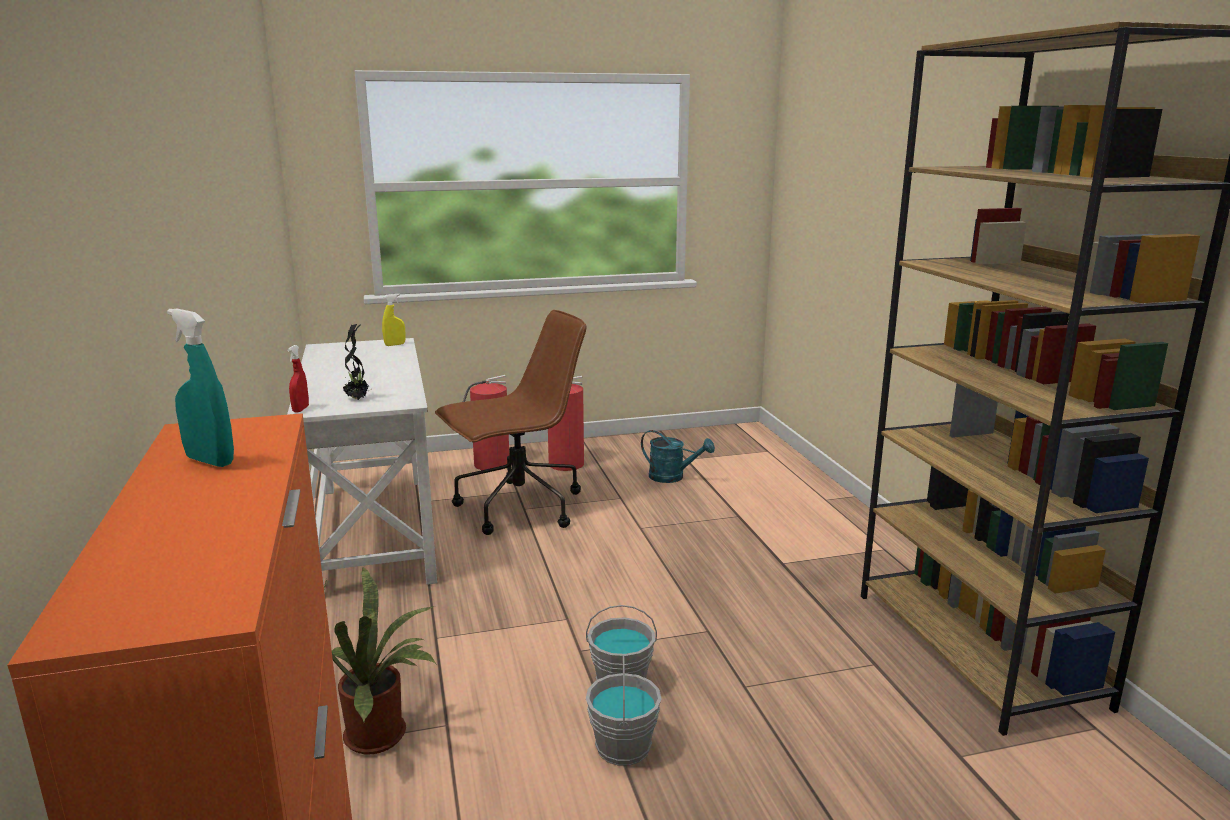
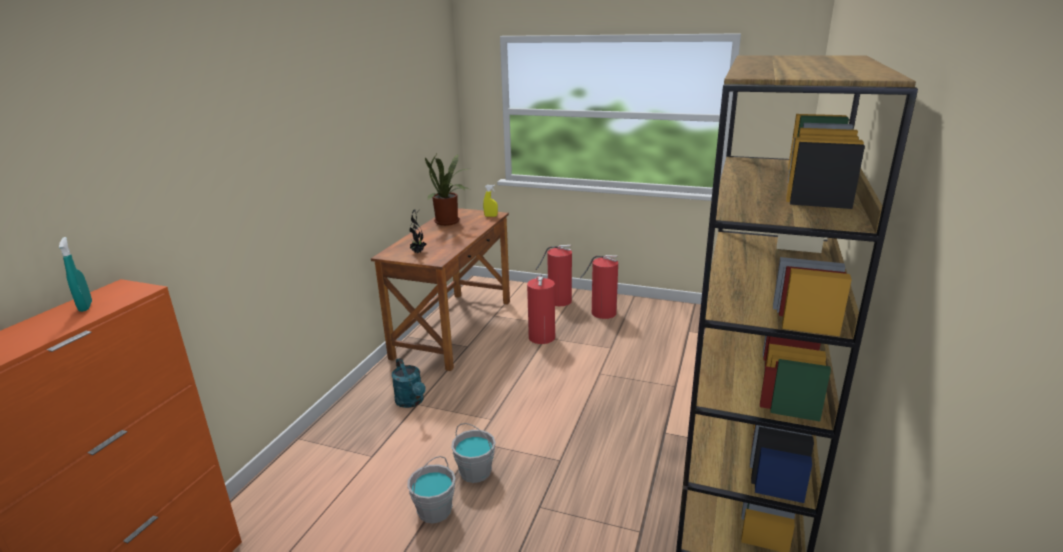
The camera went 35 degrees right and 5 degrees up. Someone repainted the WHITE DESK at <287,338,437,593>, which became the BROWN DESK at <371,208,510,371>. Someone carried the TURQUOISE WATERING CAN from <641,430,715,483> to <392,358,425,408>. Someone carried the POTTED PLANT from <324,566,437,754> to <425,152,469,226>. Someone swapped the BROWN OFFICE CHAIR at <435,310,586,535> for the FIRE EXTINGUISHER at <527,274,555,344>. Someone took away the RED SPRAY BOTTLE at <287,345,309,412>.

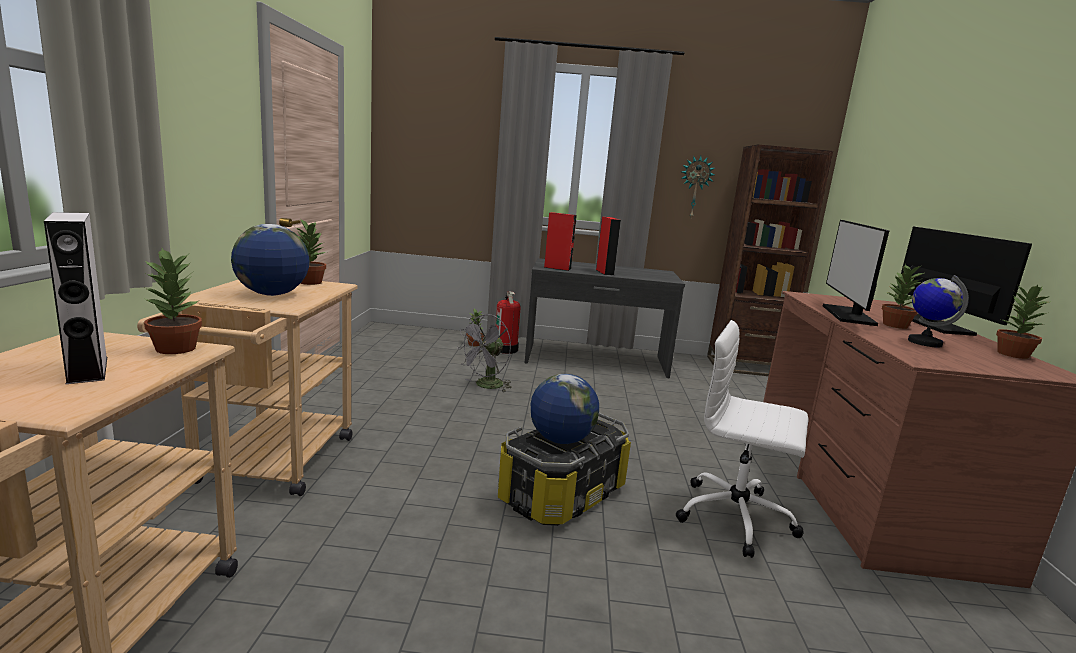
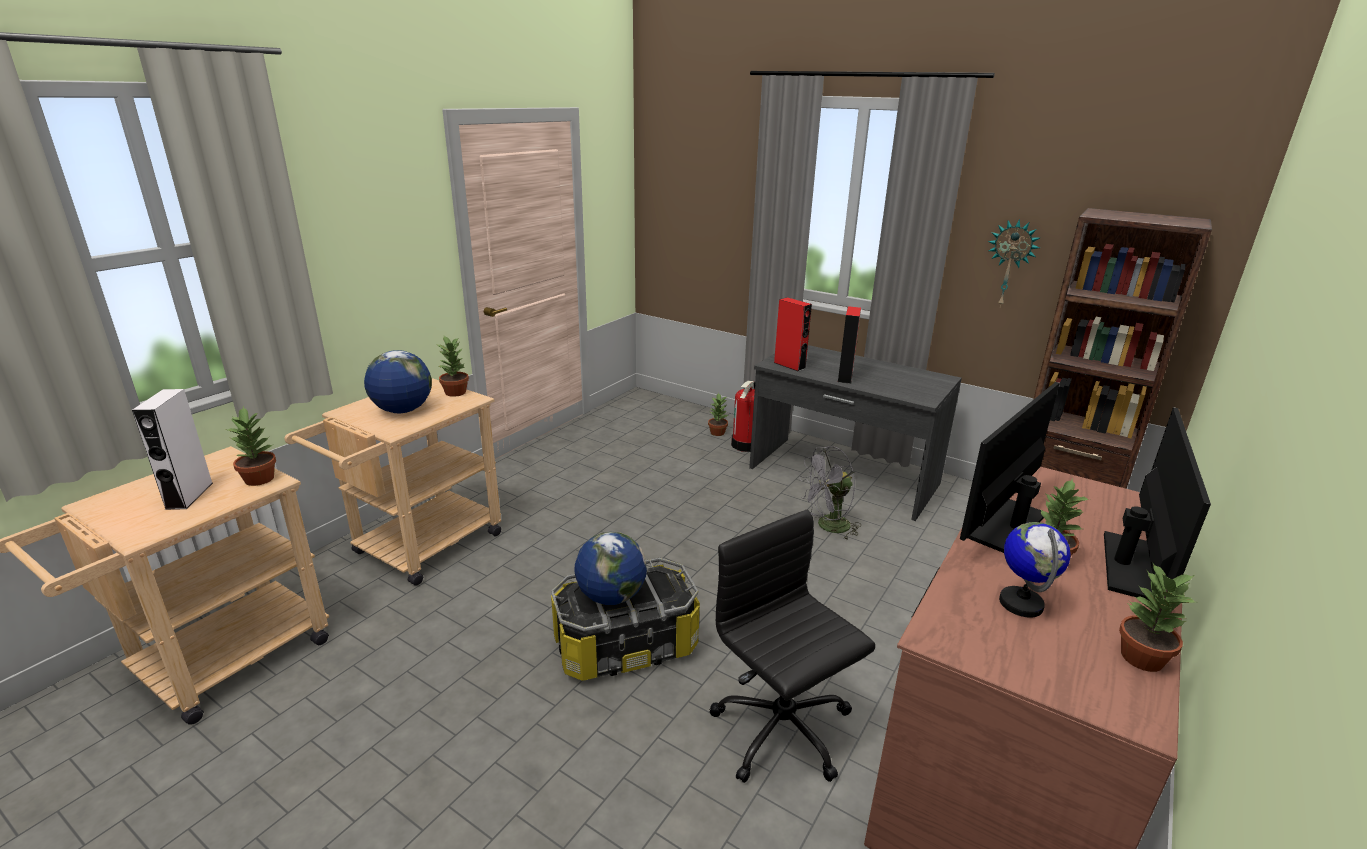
The camera went 30 degrees right and 10 degrees up. Someone repainted the WHITE OFFICE CHAIR at <676,320,809,558>, which became the BLACK OFFICE CHAIR at <709,510,875,783>. Someone carried the GREY FAN from <457,314,512,392> to <800,446,861,540>.

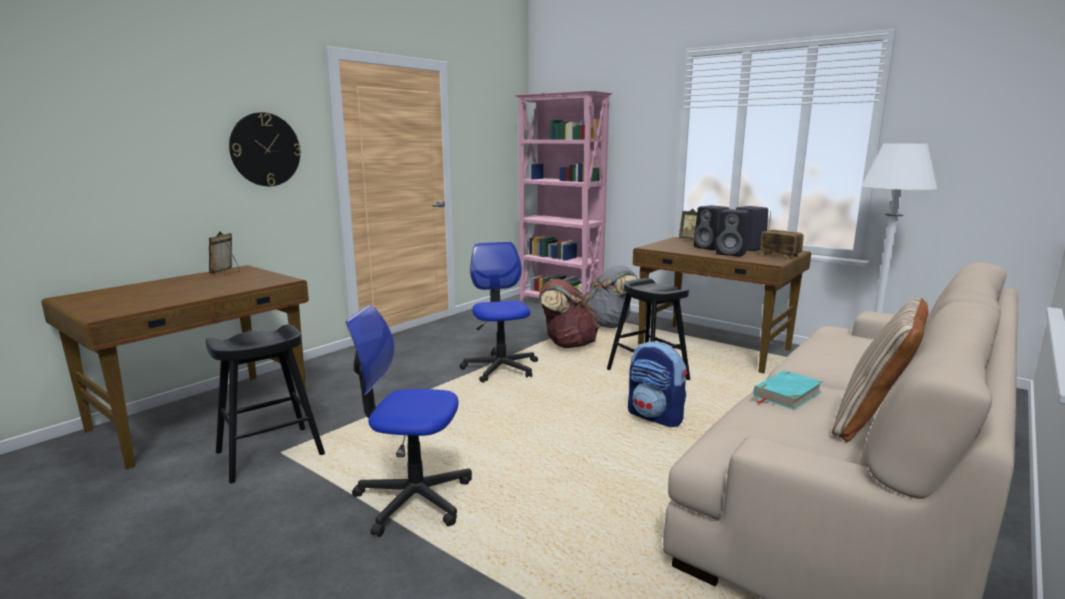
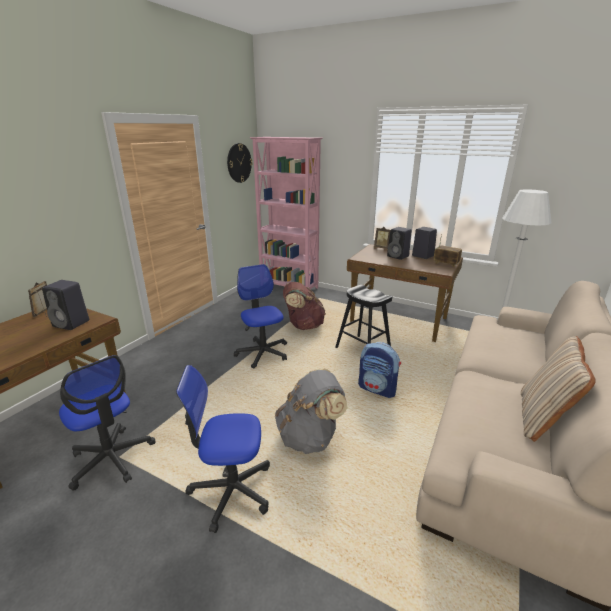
The camera went 10 degrees left and 10 degrees up. Someone carried the BLACK SPEAKER from <716,209,749,257> to <42,280,89,330>. Someone swapped the BLACK STOOL at <206,324,325,484> for the OFFICE CHAIR at <59,355,156,491>. Someone carried the WALL CLOCK from <229,112,301,186> to <227,143,252,183>. Someone carried the GREY BACKPACK from <581,265,638,328> to <275,369,347,454>. Someone took away the TURQUOISE BOOK at <753,370,823,410>.

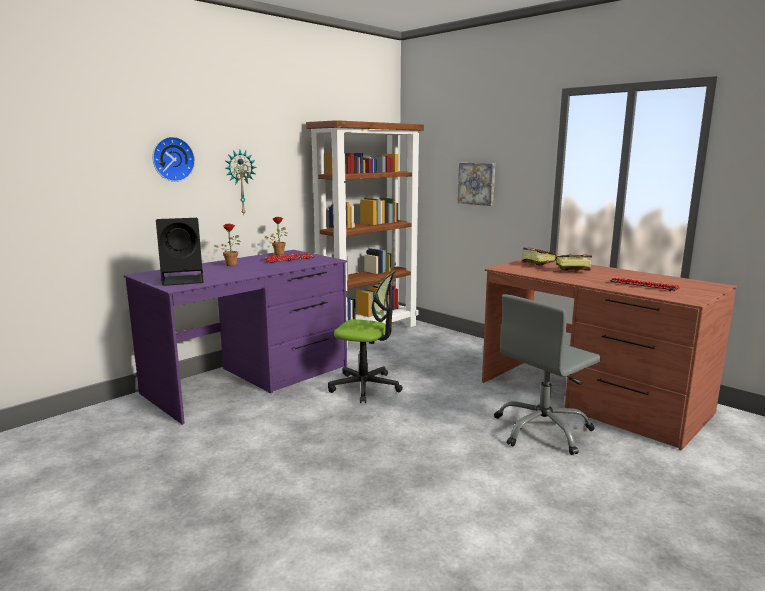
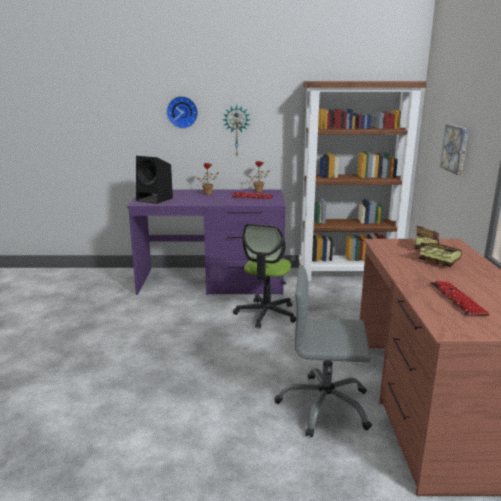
The camera went 45 degrees right and 5 degrees up. Someone rotated the OFFICE CHAIR at <328,271,403,403> by 45 degrees clockwise.

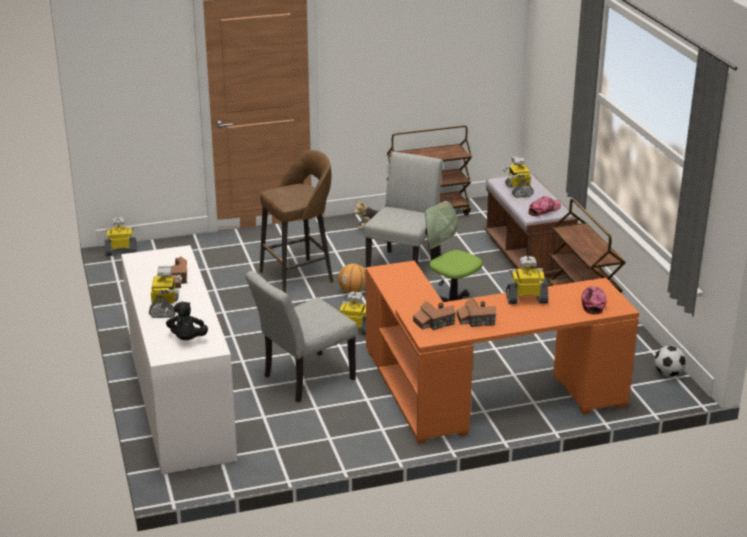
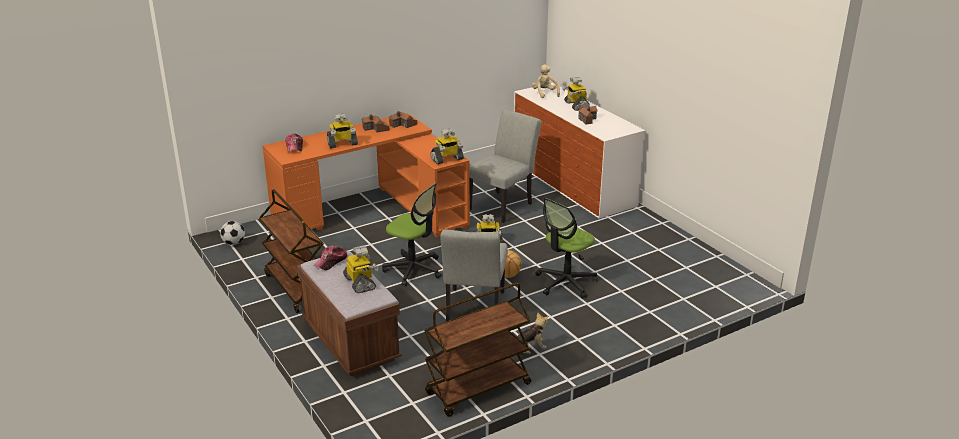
The camera went 165 degrees right and 0 degrees up. Someone carried the TOY ROBOT from <104,217,137,256> to <430,128,464,164>. Someone repainted the BLACK PLUSH TOY at <166,302,208,340>, which became the BEIGE PLUSH TOY at <532,64,560,98>. Someone swapped the BROWN STOOL at <259,150,334,293> for the OFFICE CHAIR at <536,198,598,299>.

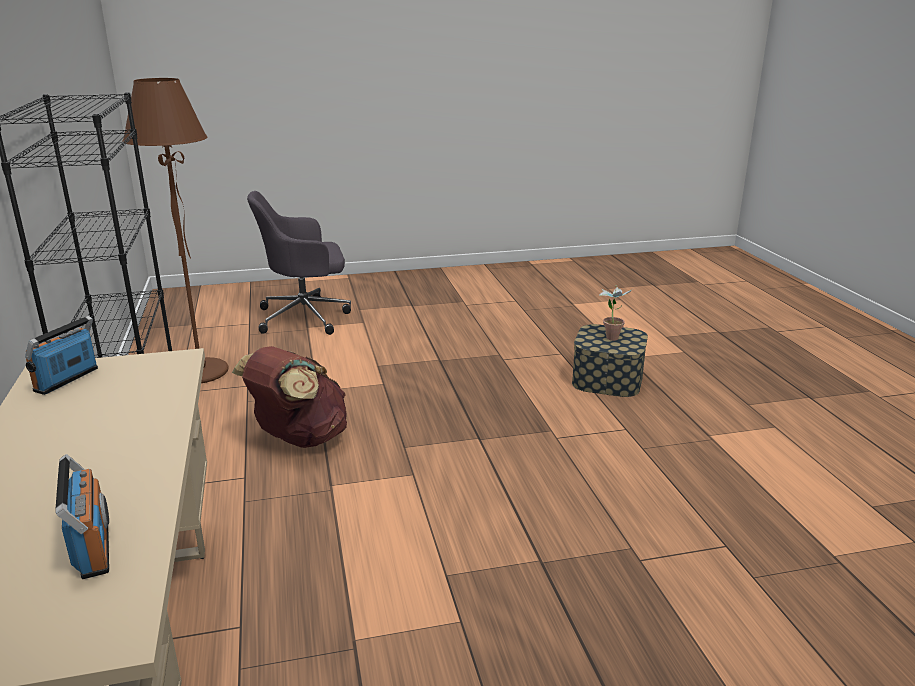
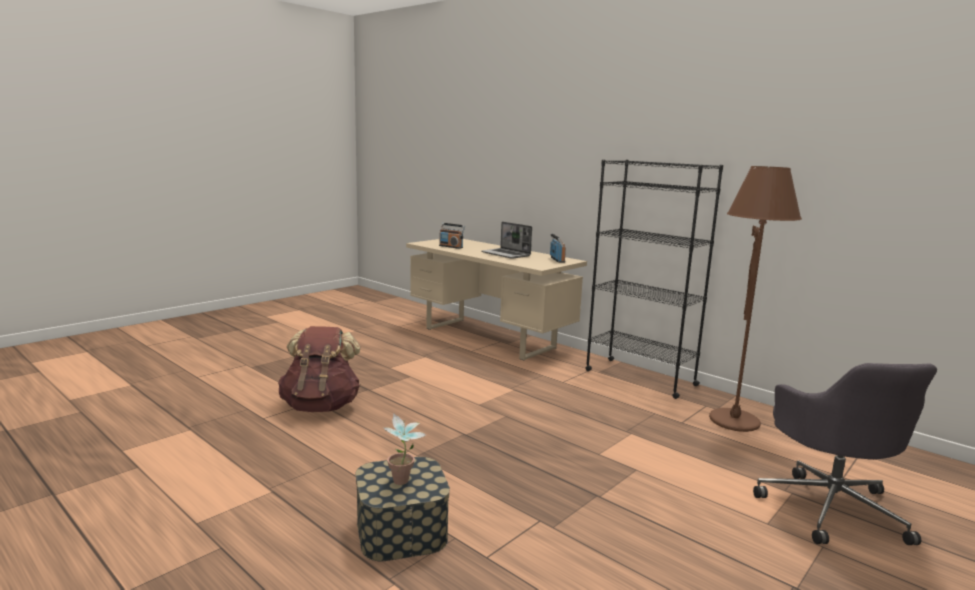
The camera went 145 degrees right and 10 degrees down. Someone carried the BROWN BACKPACK from <232,346,347,448> to <278,326,361,412>. Someone put down the LAPTOP at <482,222,532,259>. Someone rotated the GREY OFFICE CHAIR at <247,191,351,335> by 135 degrees clockwise.

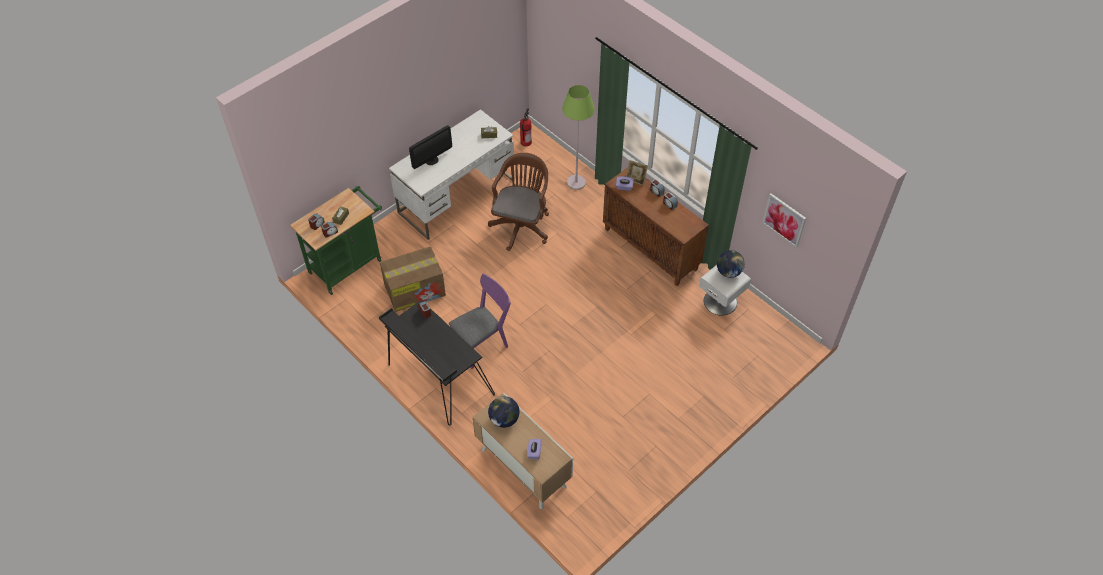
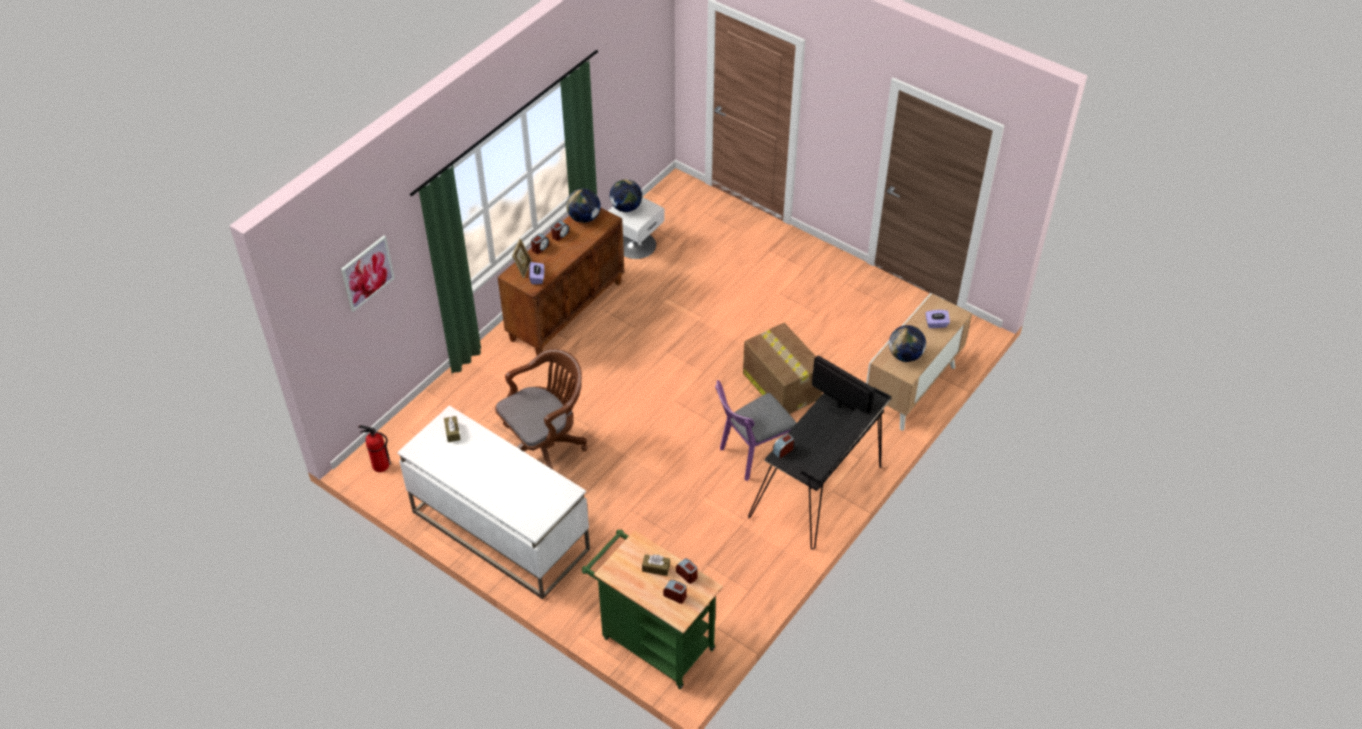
The camera went 100 degrees left and 5 degrees down. Someone carried the PICTURE from <762,193,806,248> to <341,235,395,312>. Someone rotated the BROWN OFFICE CHAIR at <488,153,549,251> by 135 degrees clockwise. Someone put down the GLOBE at <566,188,601,223>. Someone rotated the PURPLE CHAIR at <449,274,511,369> by 75 degrees counterclockwise. Someone carried the CARDBOARD BOX from <380,246,446,312> to <743,323,822,414>. Someone carried the MONITOR from <409,125,452,169> to <812,356,875,415>. Someone took away the GREEN FLOOR LAMP at <562,85,595,190>.

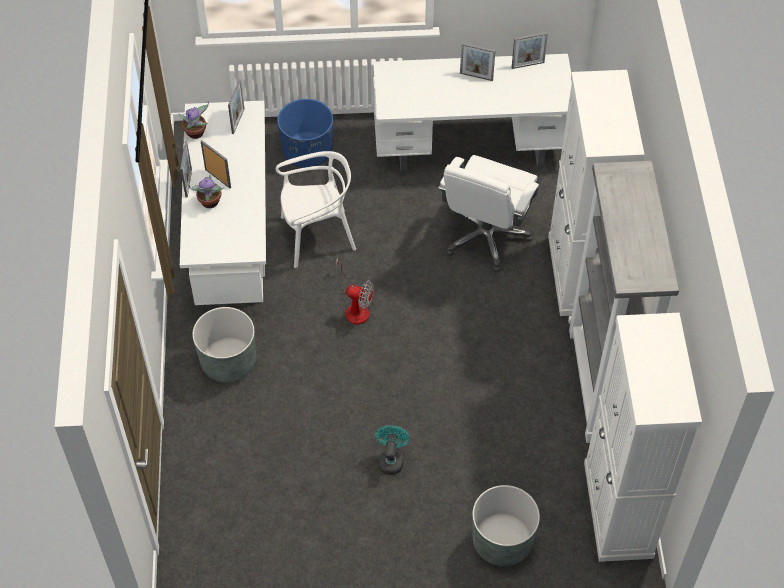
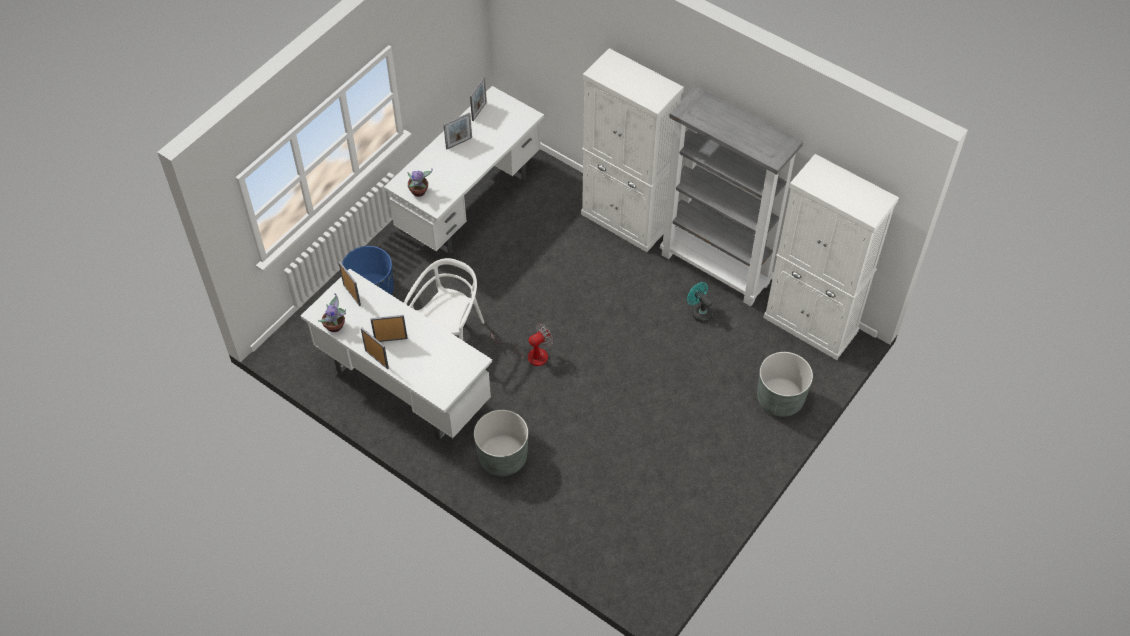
The camera went 50 degrees left and 0 degrees up. Someone carried the POTTED PLANT from <189,175,224,208> to <407,168,433,197>. Someone carried the TURQUOISE FAN from <376,425,410,475> to <687,282,713,323>. Someone took away the WHITE OFFICE CHAIR at <438,155,539,272>.

